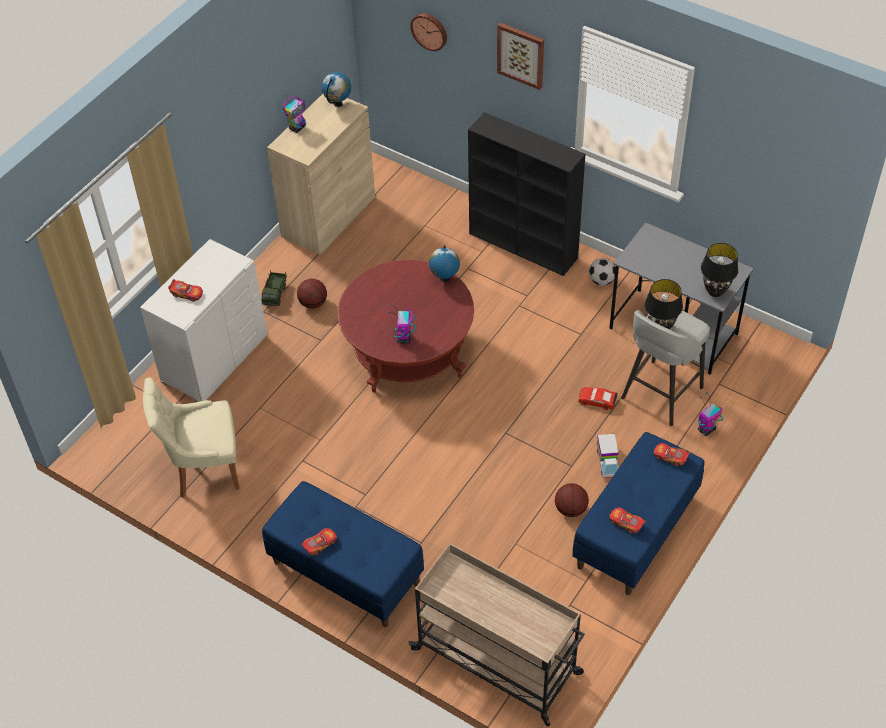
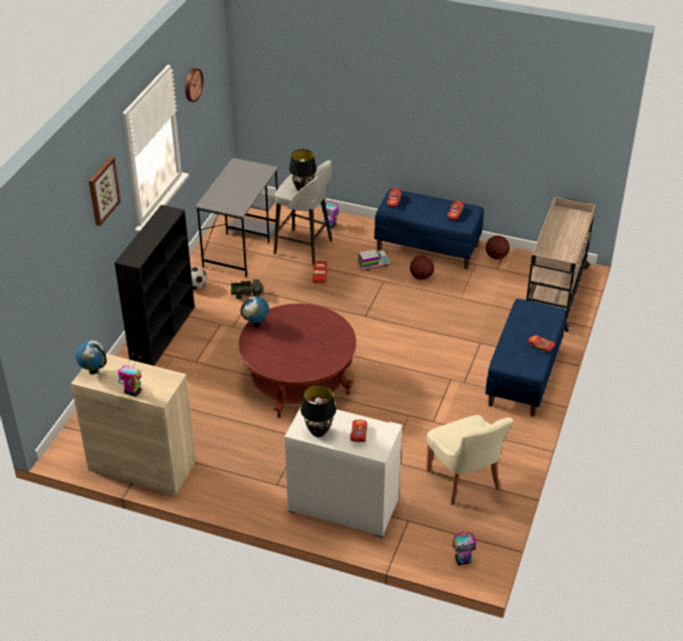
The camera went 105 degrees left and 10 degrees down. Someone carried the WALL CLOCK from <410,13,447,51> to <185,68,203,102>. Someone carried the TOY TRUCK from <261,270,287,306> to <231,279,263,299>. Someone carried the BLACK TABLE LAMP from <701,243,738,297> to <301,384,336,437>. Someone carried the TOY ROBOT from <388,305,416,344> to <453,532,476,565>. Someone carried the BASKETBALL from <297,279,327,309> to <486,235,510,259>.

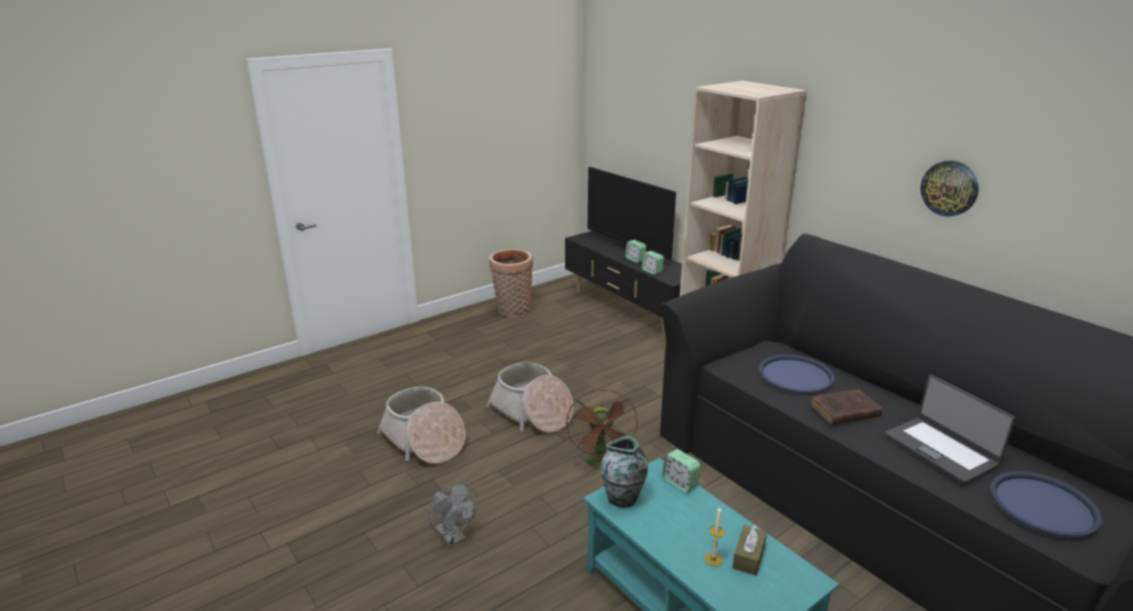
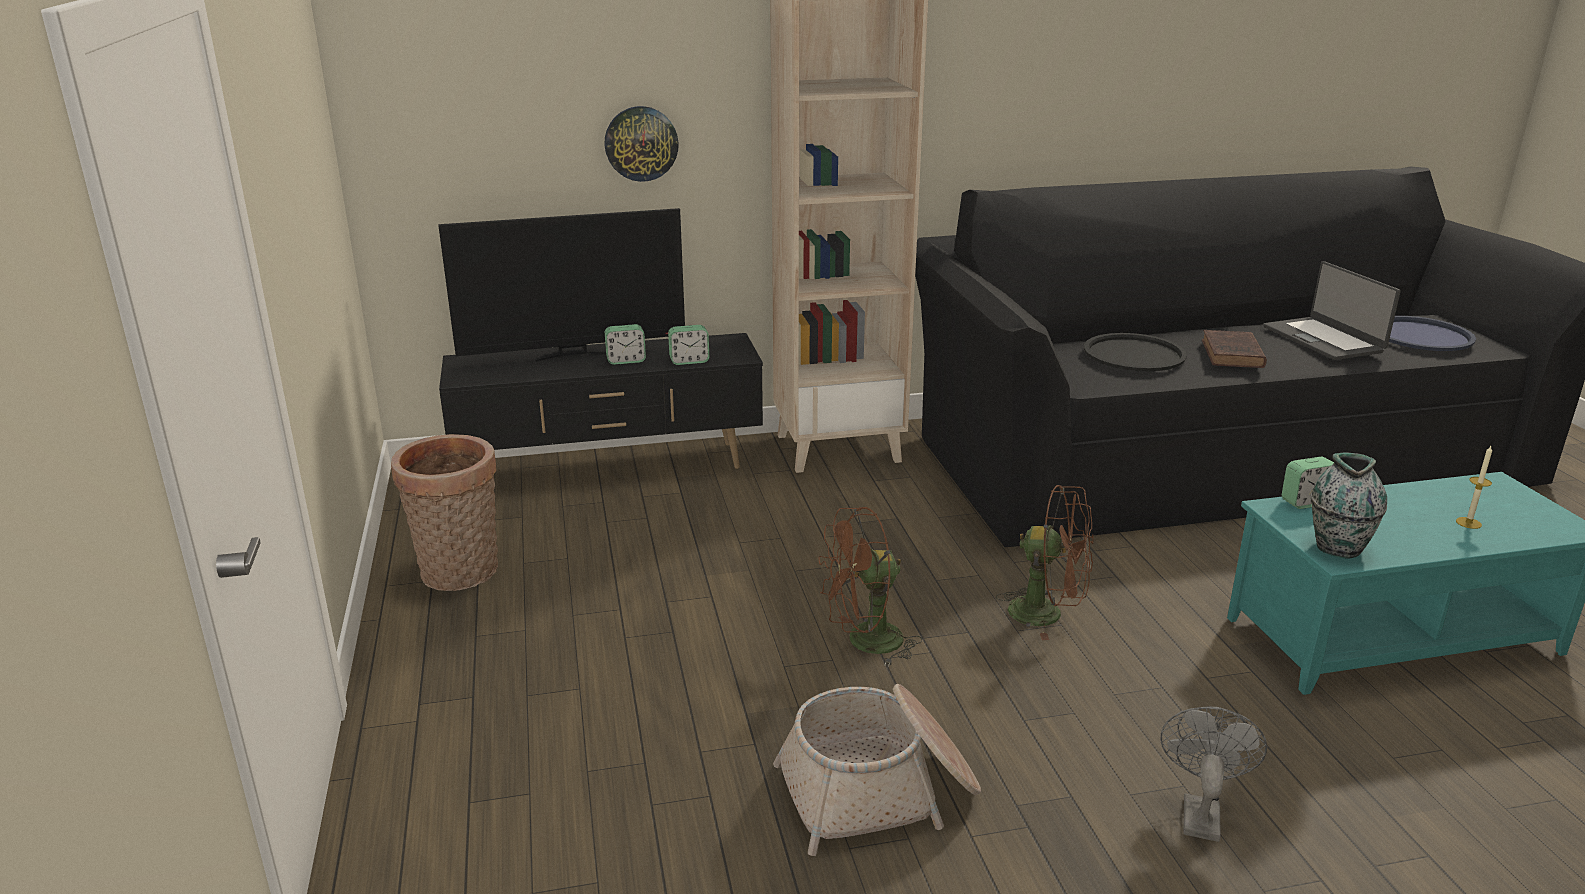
The camera went 65 degrees left and 0 degrees up. Someone carried the WALL CLOCK from <920,161,979,217> to <605,106,679,182>. Someone swapped the BASKET at <486,362,574,433> for the BROWN FAN at <818,507,922,667>. Someone repainted the BLUE TRAY at <759,355,835,394>, which became the BLACK TRAY at <1084,333,1187,371>. Someone rotated the GREY FAN at <429,483,478,547> by 60 degrees counterclockwise. Someone rotated the LAPTOP at <885,374,1016,484> by 75 degrees clockwise. Someone took away the BROWN TISSUE BOX at <732,525,767,576>.

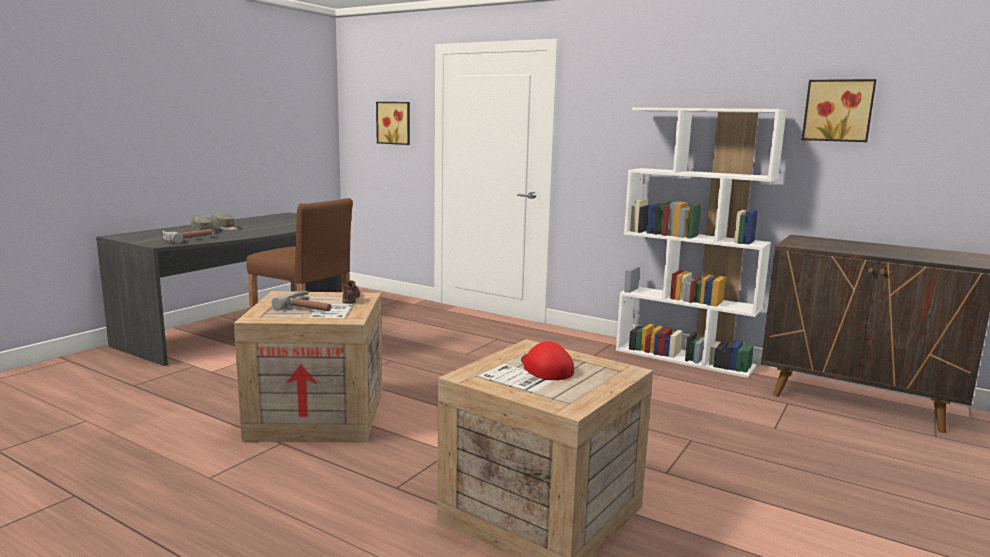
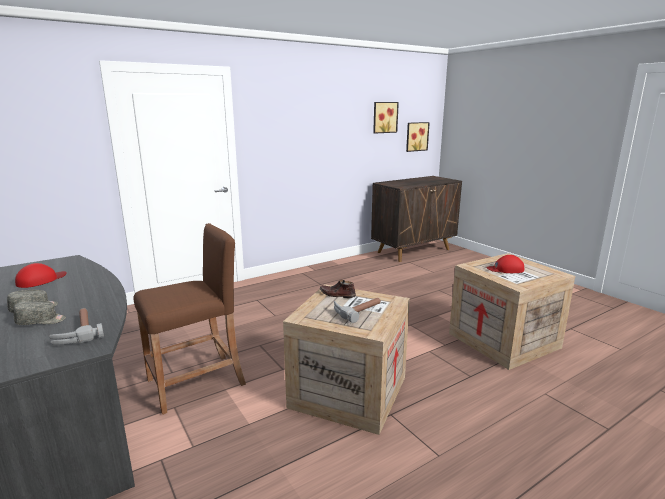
The camera went 65 degrees left and 5 degrees up. Someone put down the RED CAP at <15,263,67,288>. Someone carried the PICTURE from <376,102,410,145> to <406,122,430,152>. Someone took away the WHITE BOOKCASE at <616,107,787,378>.

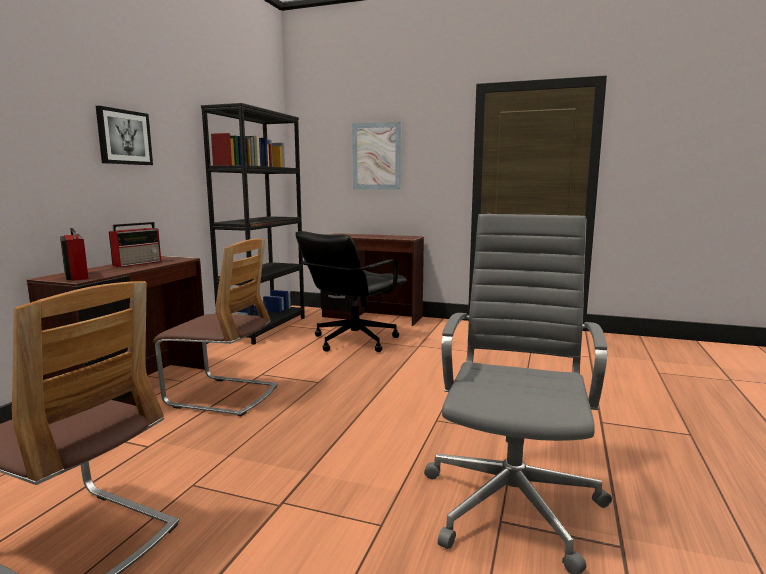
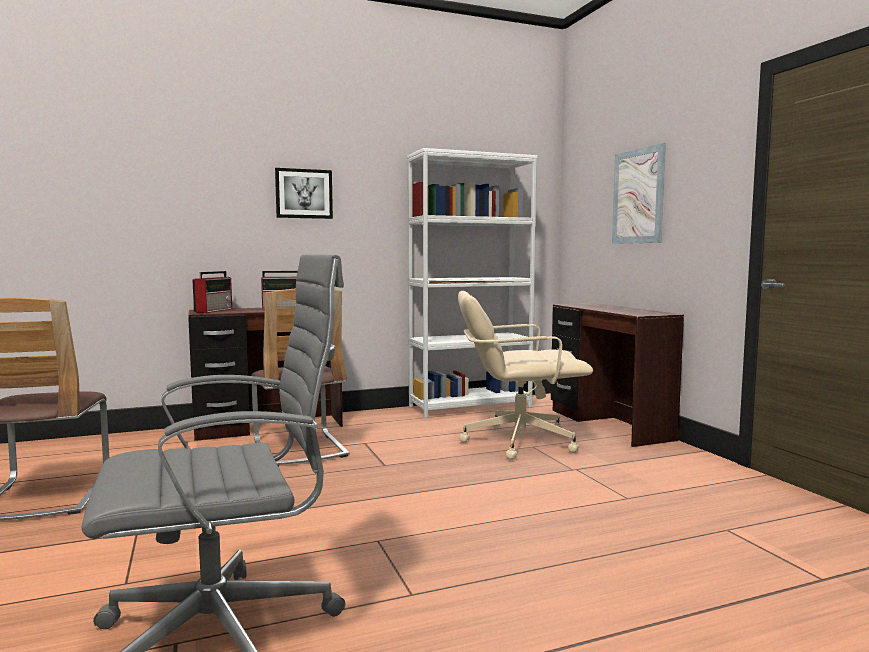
The camera went 50 degrees right and 5 degrees down. Someone repainted the BLACK BOOKCASE at <201,103,305,345>, which became the WHITE BOOKCASE at <407,148,538,418>. Someone repainted the BLACK OFFICE CHAIR at <295,231,407,352>, which became the BEIGE OFFICE CHAIR at <458,291,593,460>.

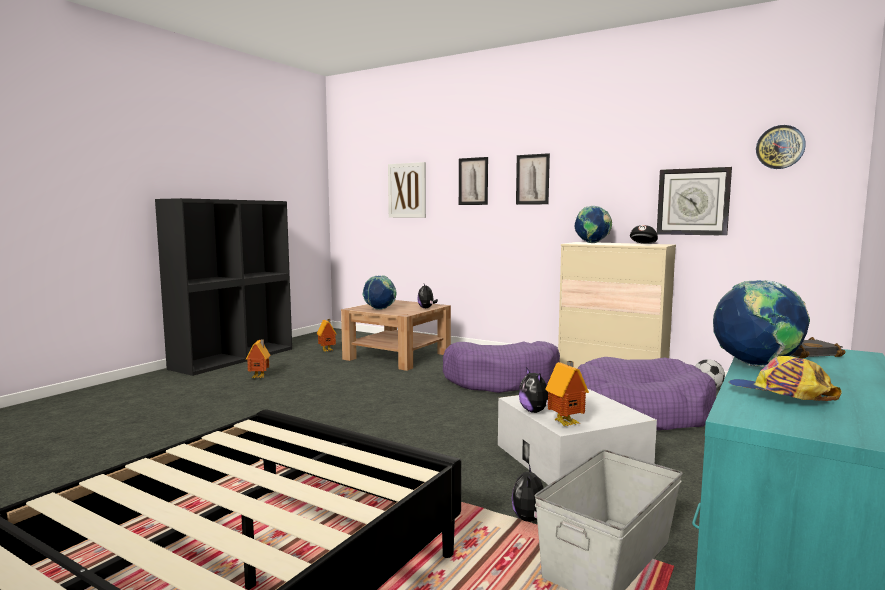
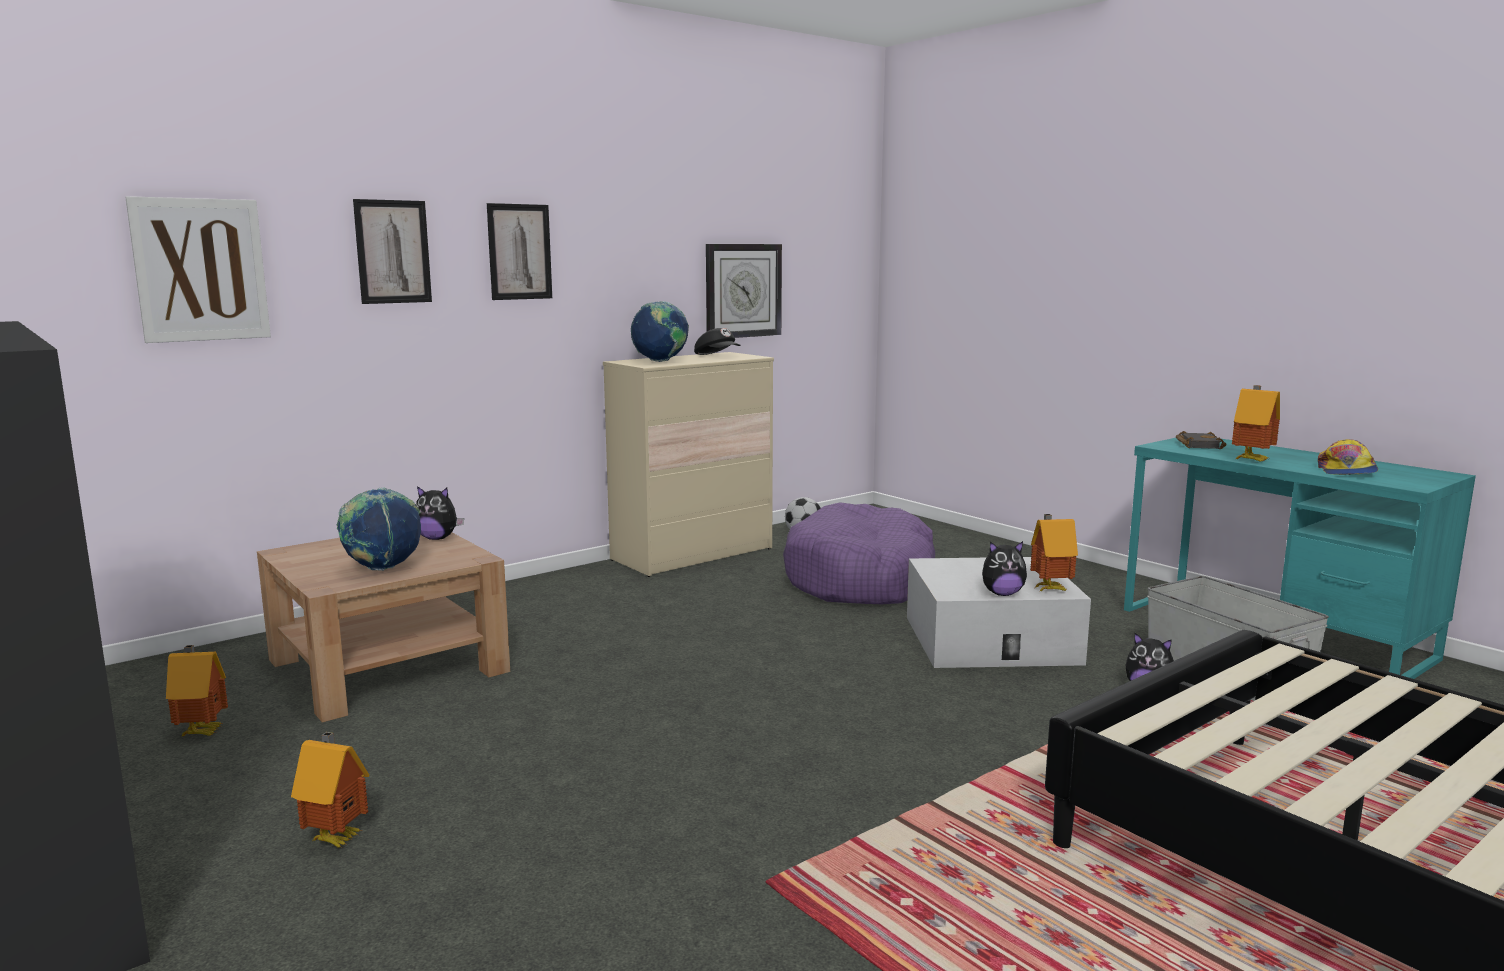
The camera went 70 degrees left and 5 degrees up. Someone swapped the GLOBE at <713,280,810,367> for the TOY HOUSE at <1232,385,1280,462>. Someone rotated the CAP at <728,356,842,401> by 45 degrees counterclockwise. Someone took away the PURPLE DOG BED at <443,341,560,393>. Someone took away the WALL CLOCK at <756,125,806,169>.

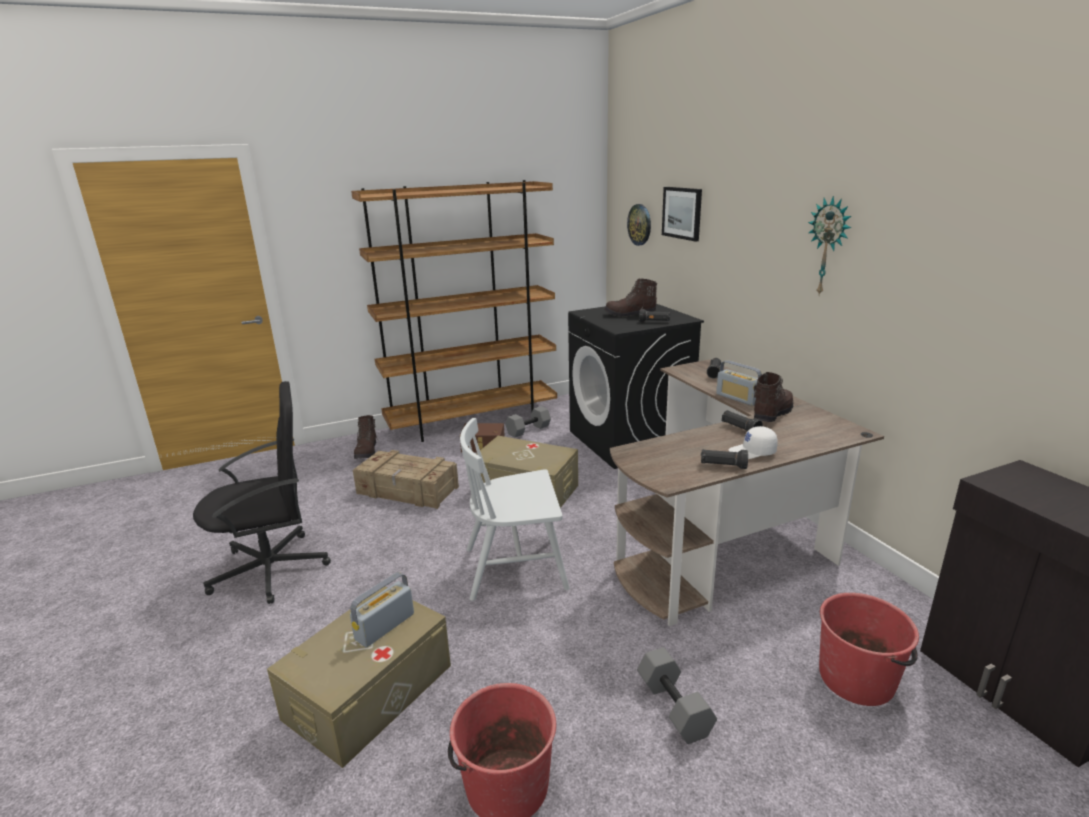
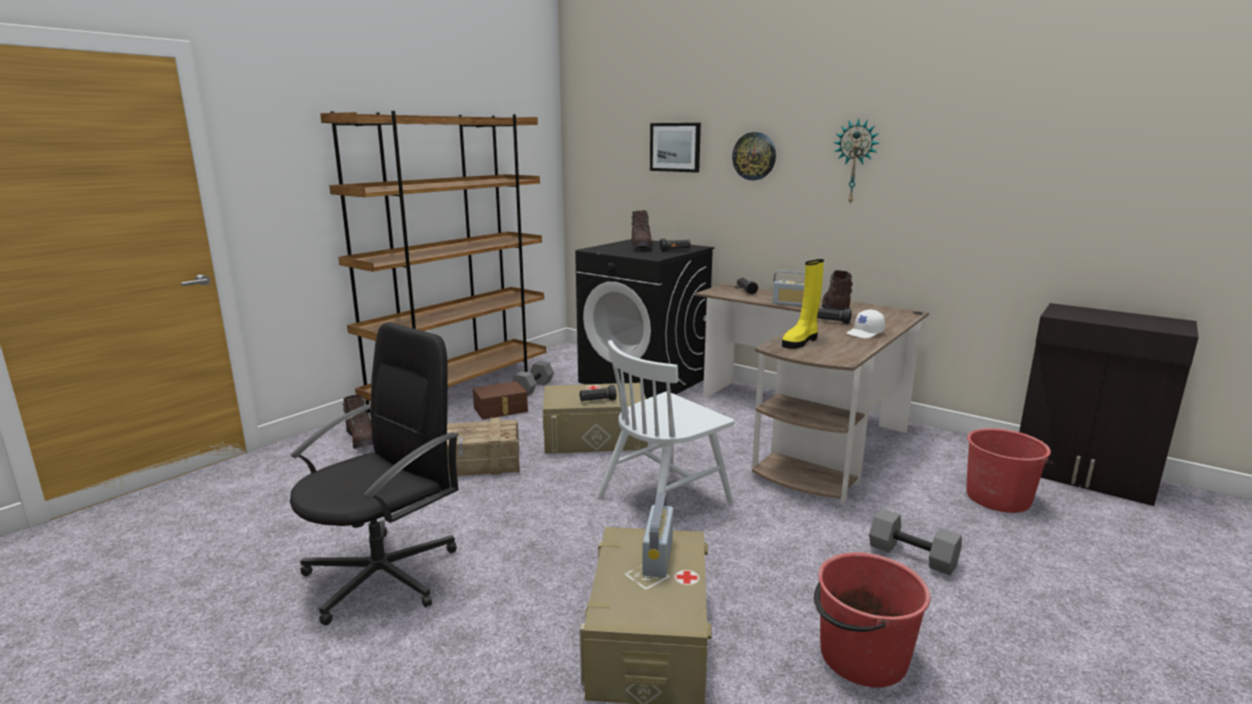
The camera went 30 degrees left and 5 degrees down. Someone carried the BLACK FLASHLIGHT from <701,449,748,469> to <579,385,617,401>. Someone rotated the BROWN BOOT at <604,279,657,318> by 60 degrees counterclockwise. Someone carried the WALL CLOCK from <627,204,651,246> to <732,132,776,180>. Someone put down the YELLOW BOOT at <782,259,824,349>.

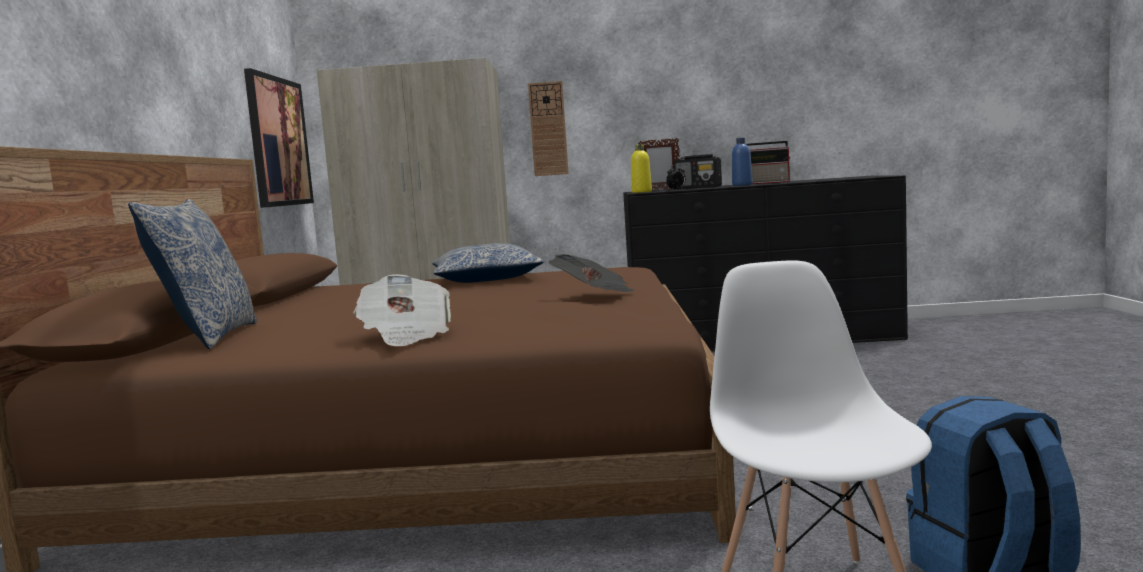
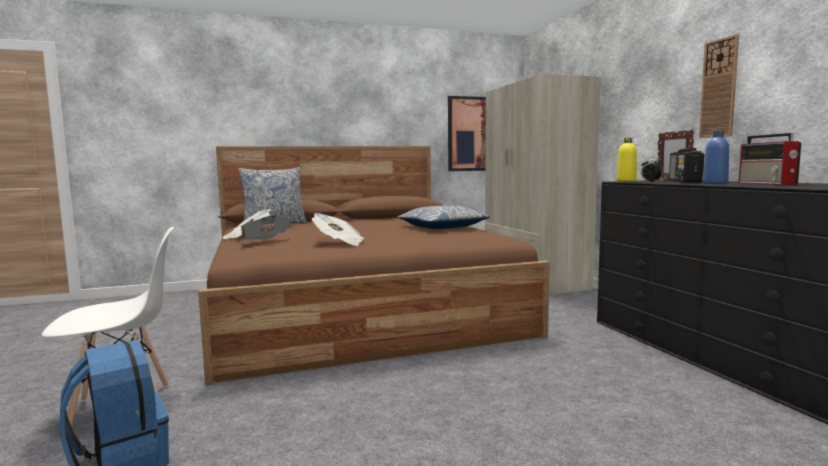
The camera went 70 degrees right and 0 degrees up. Someone put down the NEWSPAPER at <241,215,291,240>. Someone carried the WALL CLOCK from <528,81,569,176> to <699,34,739,138>.

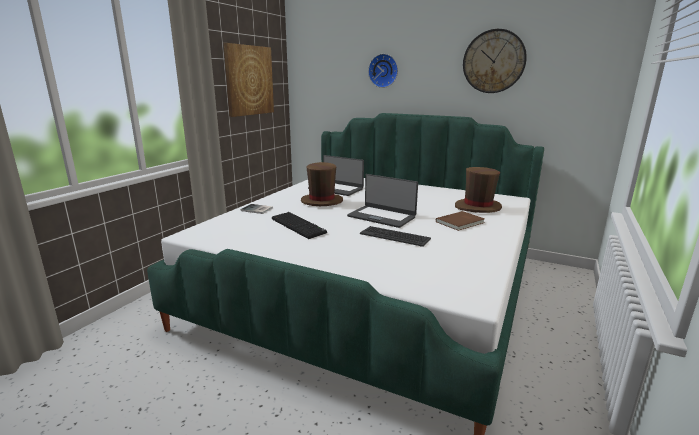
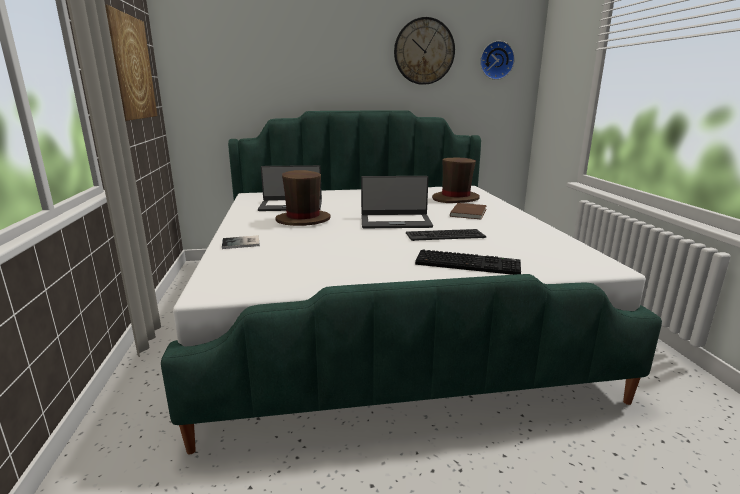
The camera went 35 degrees left and 0 degrees up. Someone carried the KEYBOARD from <272,212,327,239> to <415,249,521,275>. Someone carried the WALL CLOCK from <368,54,398,88> to <480,41,515,80>.

